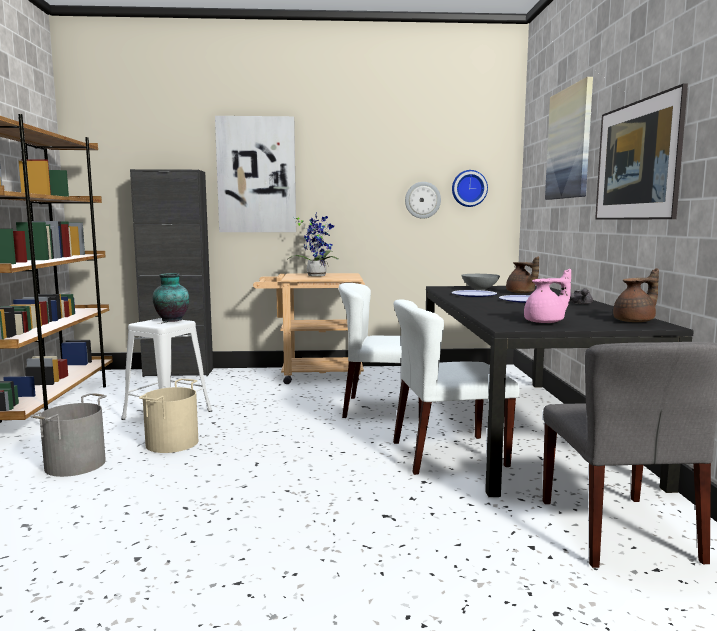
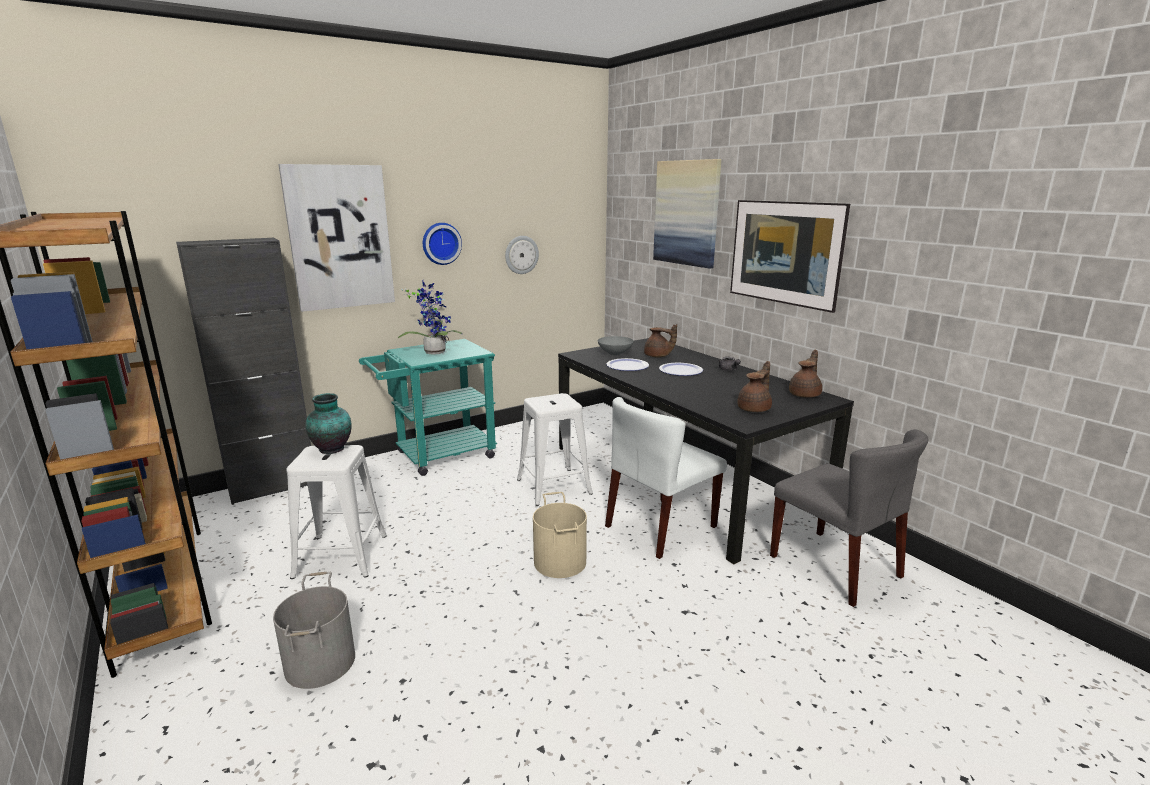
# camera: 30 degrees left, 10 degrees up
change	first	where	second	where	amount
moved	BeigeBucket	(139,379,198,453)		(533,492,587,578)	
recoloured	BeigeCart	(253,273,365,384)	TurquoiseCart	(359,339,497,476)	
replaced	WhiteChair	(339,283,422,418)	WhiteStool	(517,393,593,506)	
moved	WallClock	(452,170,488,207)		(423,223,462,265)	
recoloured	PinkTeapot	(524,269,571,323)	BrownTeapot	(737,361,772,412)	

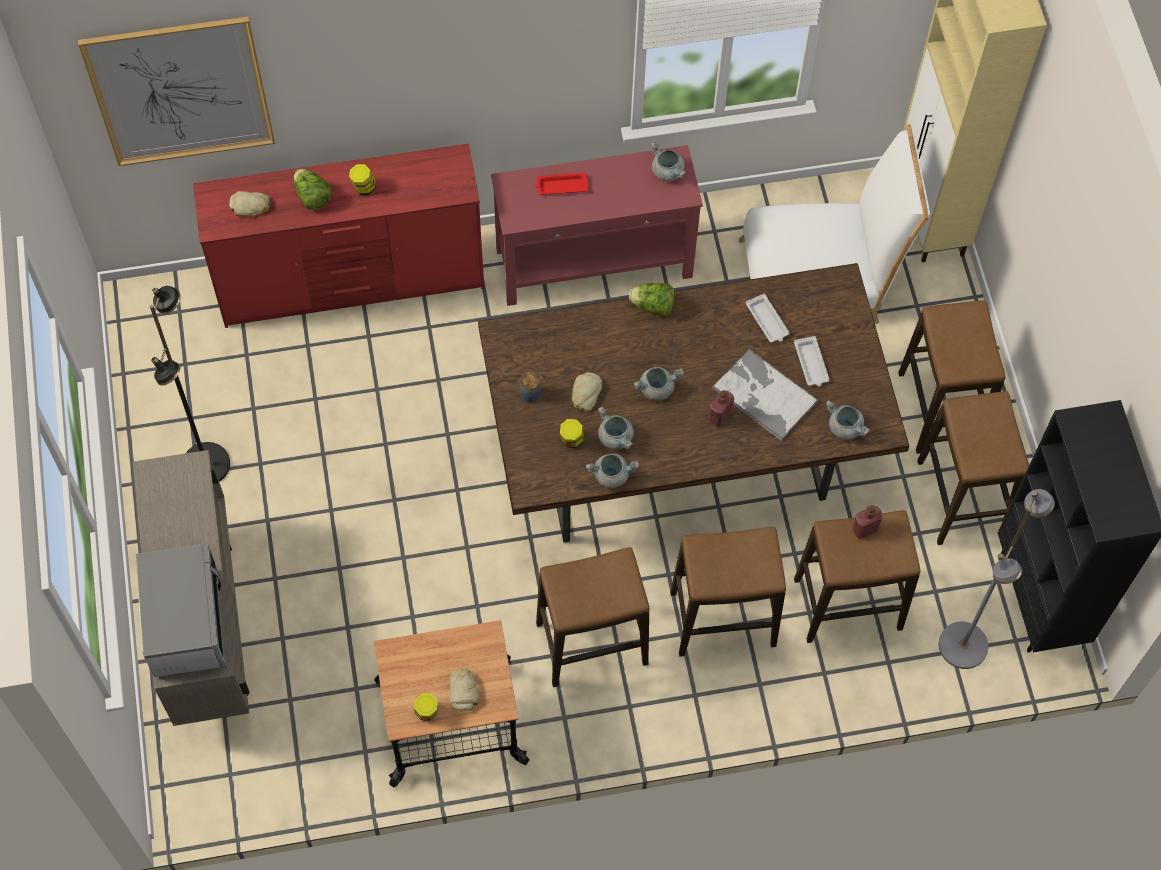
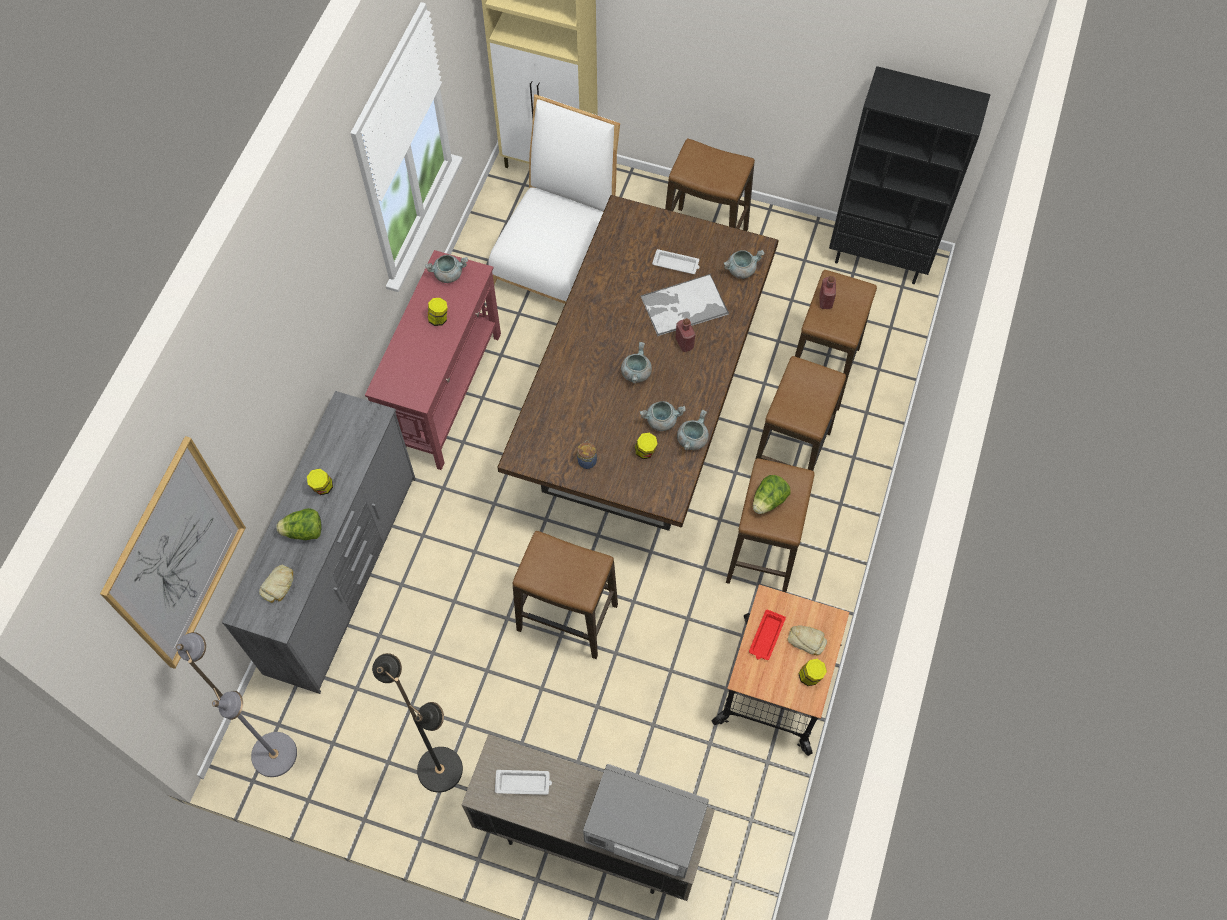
# camera: 60 degrees left, 0 degrees up
change	first	where	second	where	amount
recoloured	RedDresser	(193,143,484,328)	GreyDresser	(222,391,416,694)	
moved	RedTray	(535,173,589,195)		(749,609,786,660)	
removed	Bread	(572,372,602,412)			
moved	Lettuce	(629,283,675,316)		(753,475,791,514)	
moved	WhiteTray	(746,294,790,342)		(495,770,552,795)	
moved	Stool	(917,391,1029,545)		(512,531,618,659)	
moved	GreyFloorLamp	(939,489,1055,669)		(176,632,297,777)	
added			Jar	(428,298,448,326)	

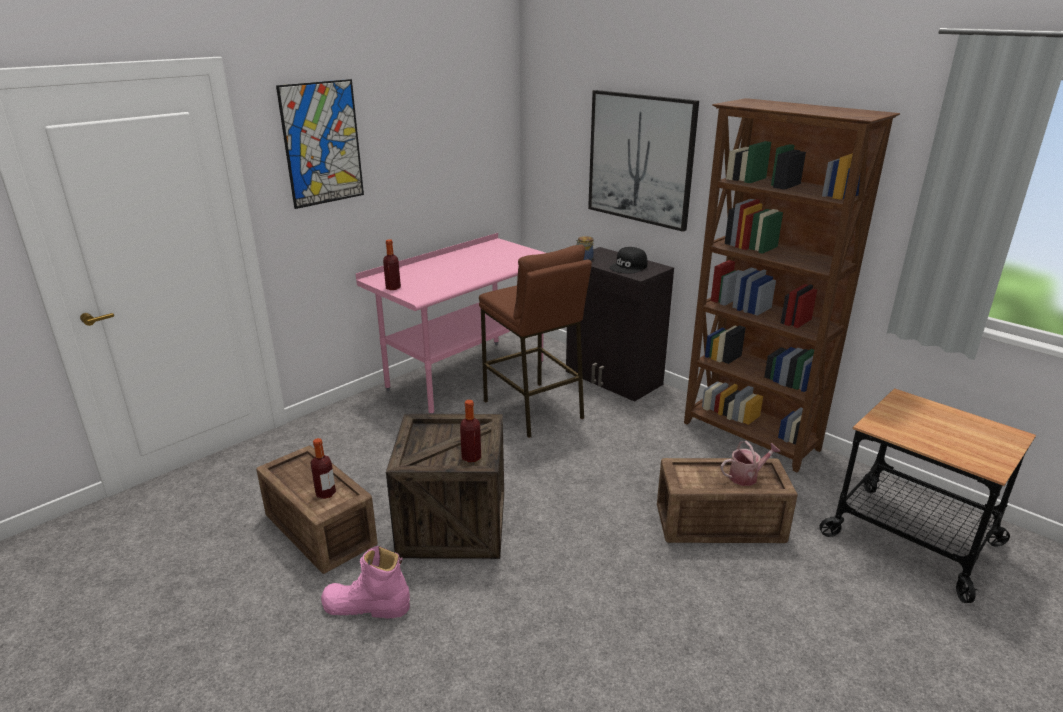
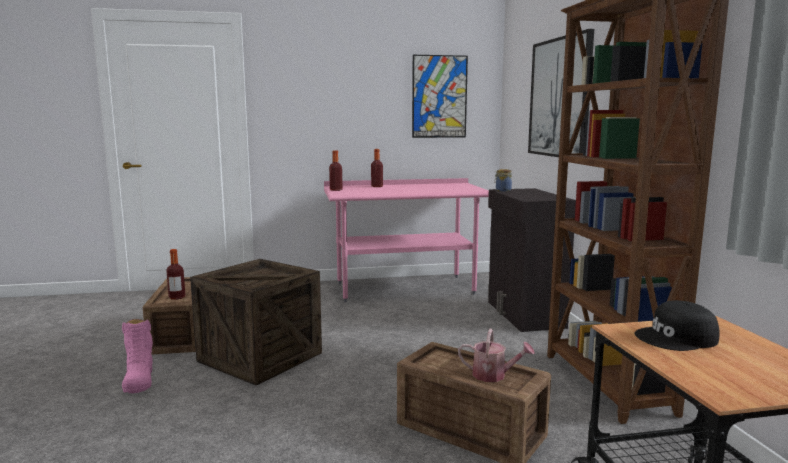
# camera: 35 degrees right, 15 degrees down
change	first	where	second	where	amount
moved	Picture	(276,79,364,209)		(412,55,468,138)	
turned	PinkBoot	(321,546,410,619)		(122,319,153,393)	150 degrees counterclockwise
moved	Bottle	(460,400,481,462)		(371,149,383,187)	
removed	BrownStool	(479,245,592,438)			
moved	BlackCap	(609,247,648,274)		(634,300,720,351)	

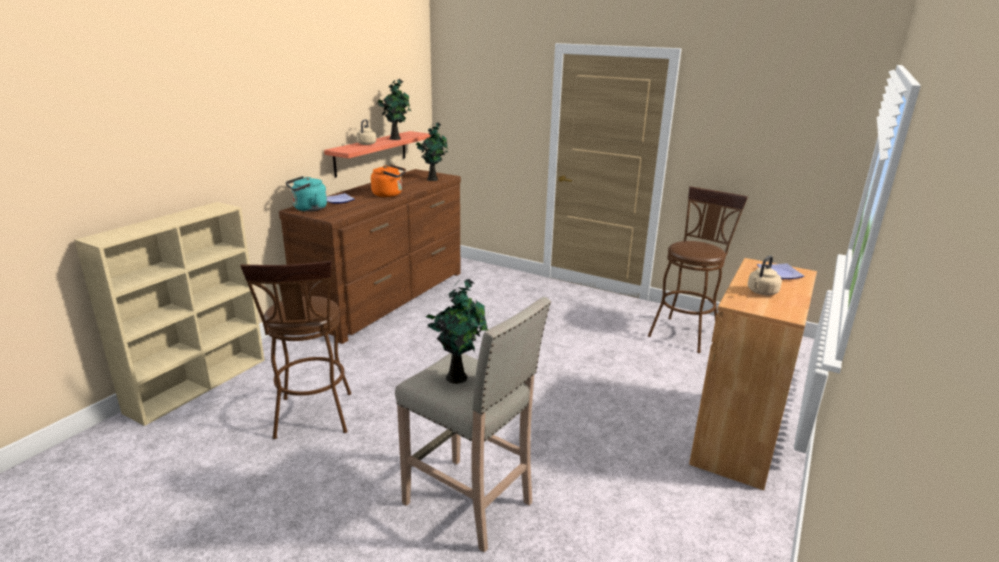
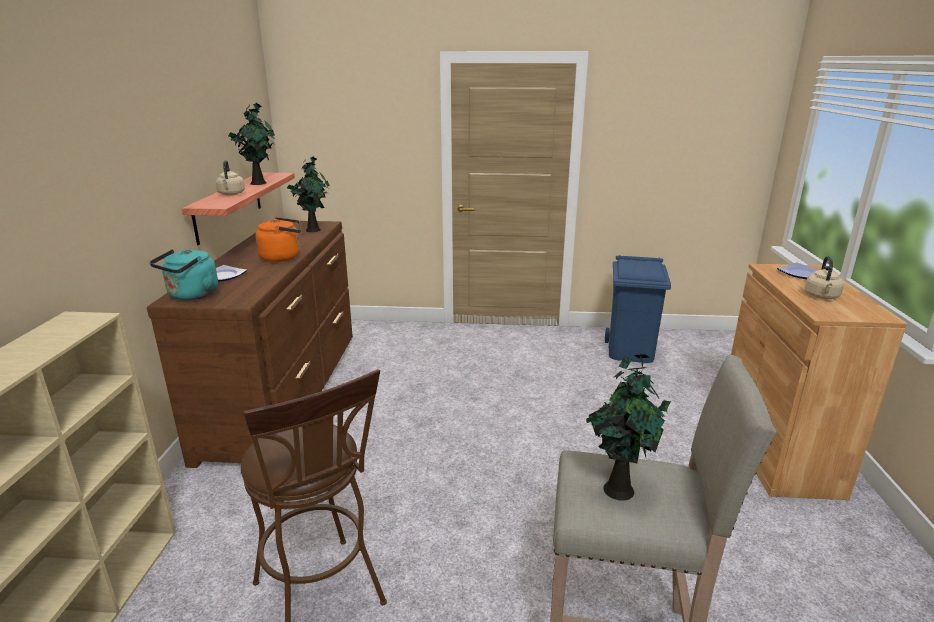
# camera: 25 degrees left, 0 degrees up
change	first	where	second	where	amount
replaced	BrownStool	(648,186,748,353)	BlueTrashCan	(605,255,671,363)	

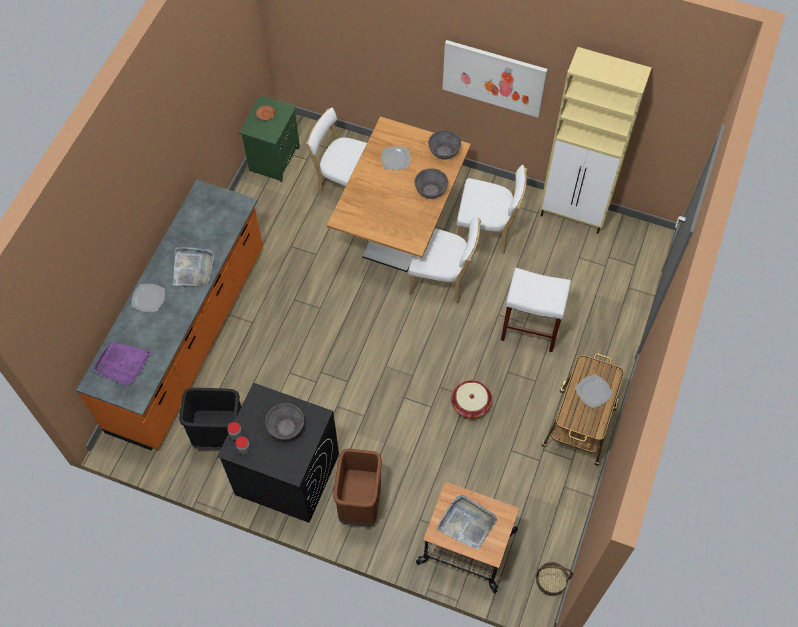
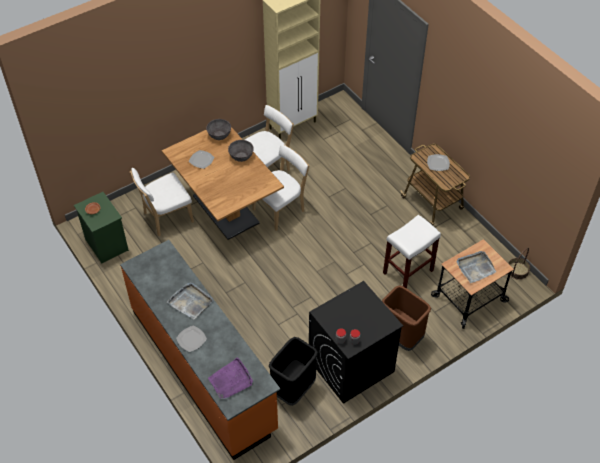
# camera: 55 degrees left, 10 degrees down
change	first	where	second	where	amount
removed	GreyBowl	(265,403,304,440)			
removed	Picture	(443,40,548,117)			
removed	Basket	(451,380,492,419)			
moved	WhiteStool	(501,268,571,352)		(383,215,441,288)	

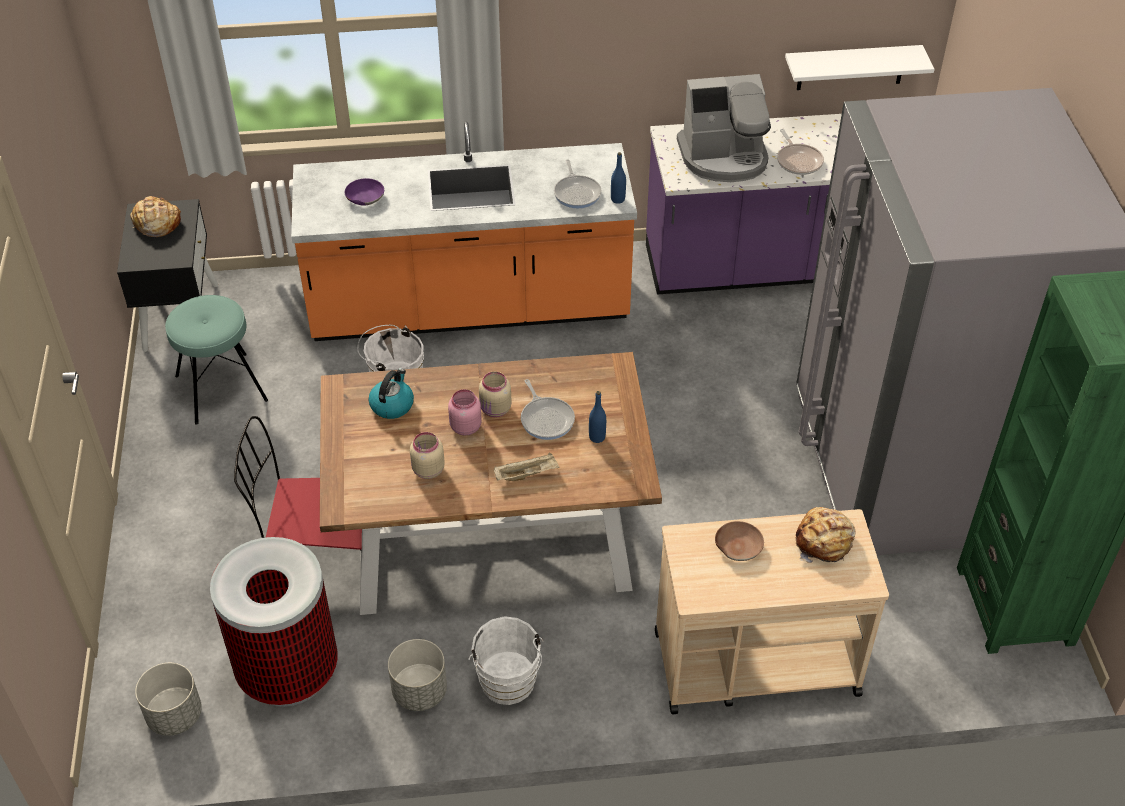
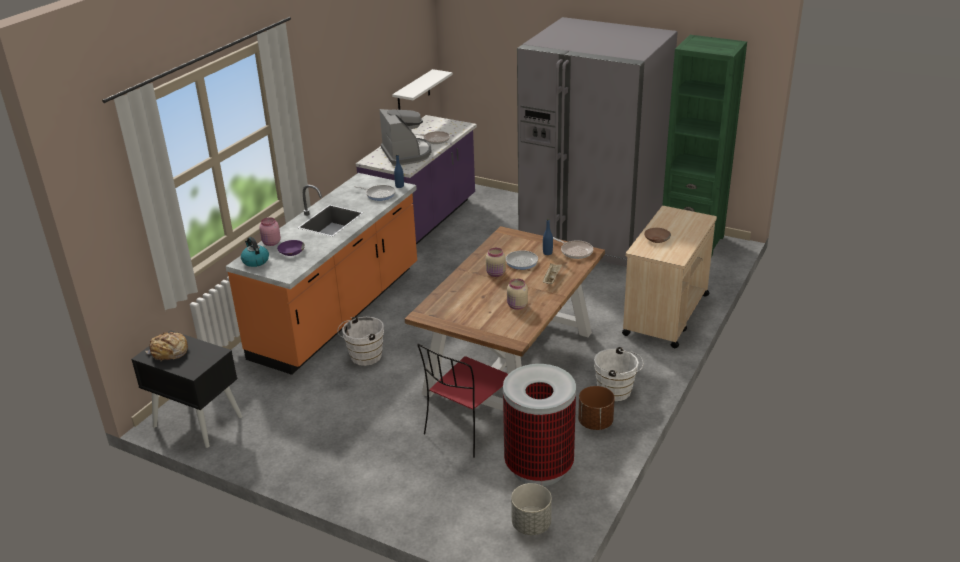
# camera: 55 degrees left, 15 degrees down
change	first	where	second	where	amount
removed	TurquoiseStool	(165,295,268,425)			
moved	Kettle	(369,369,414,419)		(241,237,269,267)	
recoloured	GreyPlanter	(388,639,447,711)	BrownPlanter	(578,386,615,430)	
moved	PinkJar	(448,389,482,435)		(259,217,281,246)	
turned	CoffeeMachine	(677,74,771,182)		(379,109,431,166)	45 degrees counterclockwise
removed	Bread	(796,507,855,563)			
added			FryingPan	(553,237,593,259)	

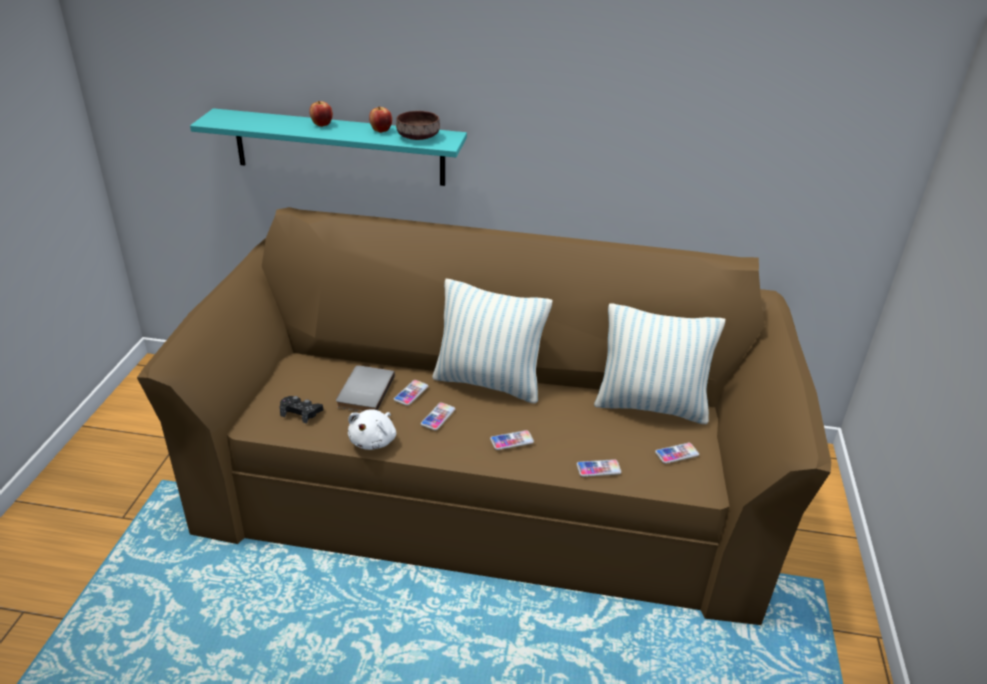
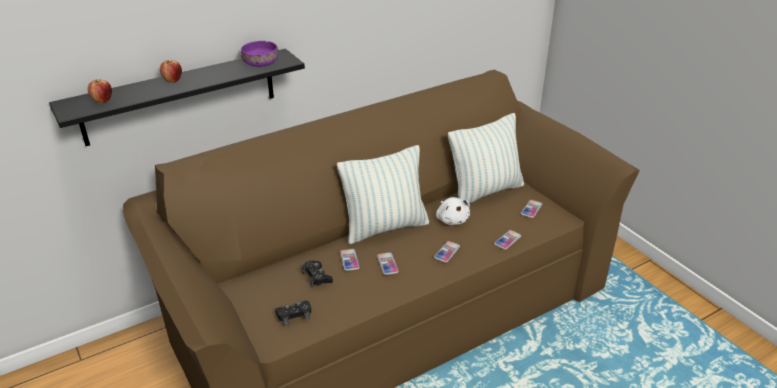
# camera: 40 degrees left, 0 degrees up
change	first	where	second	where	amount
recoloured	TurquoiseShelf	(190,108,467,186)	BlackShelf	(49,49,305,146)	
replaced	GreyBook	(336,365,395,412)	BlackGameController	(302,261,333,287)	
moved	WhitePlushToy	(348,409,396,450)		(436,197,470,225)	
moved	Apple	(369,107,392,133)		(88,79,112,103)	
recoloured	BrownBowl	(396,111,440,140)	PurpleBowl	(241,41,278,67)	

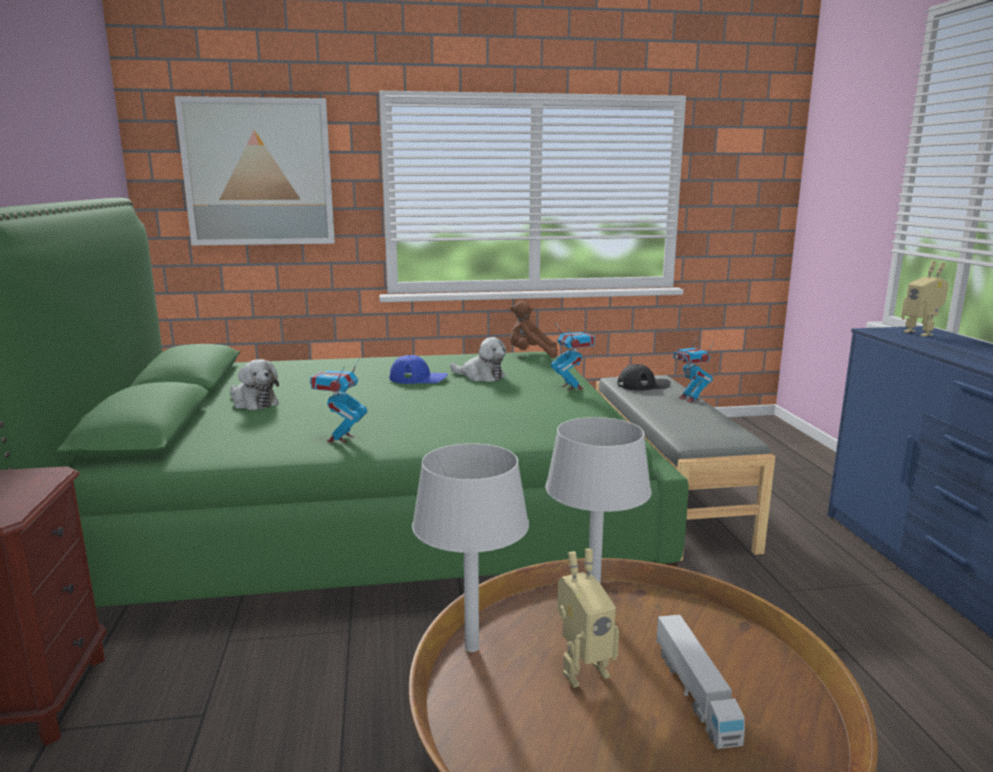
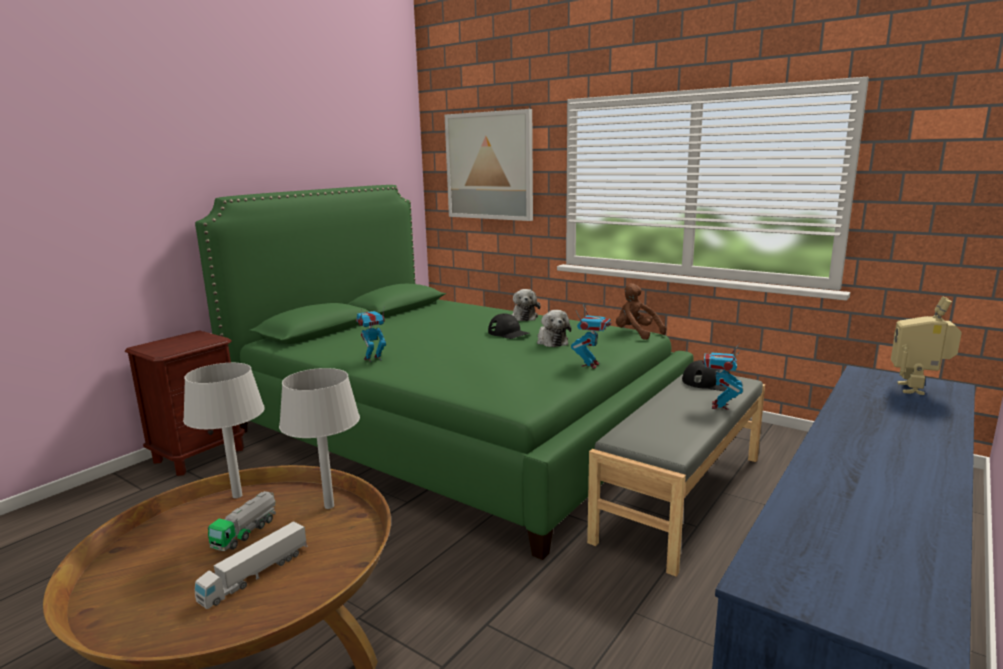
# camera: 45 degrees right, 0 degrees up
change	first	where	second	where	amount
moved	PlushToy	(230,359,279,410)		(511,289,541,321)	
recoloured	BlueCap	(389,355,448,384)	BlackCap	(488,313,530,339)	
replaced	ToyRobot	(558,549,619,688)	ToyTruck	(208,491,276,551)	

